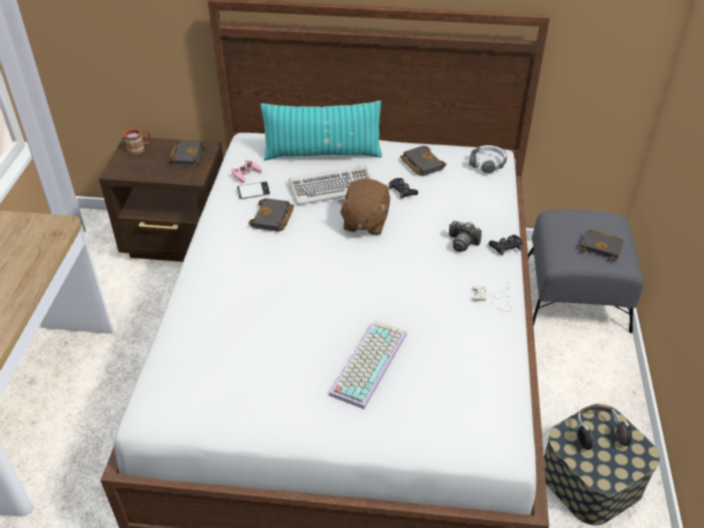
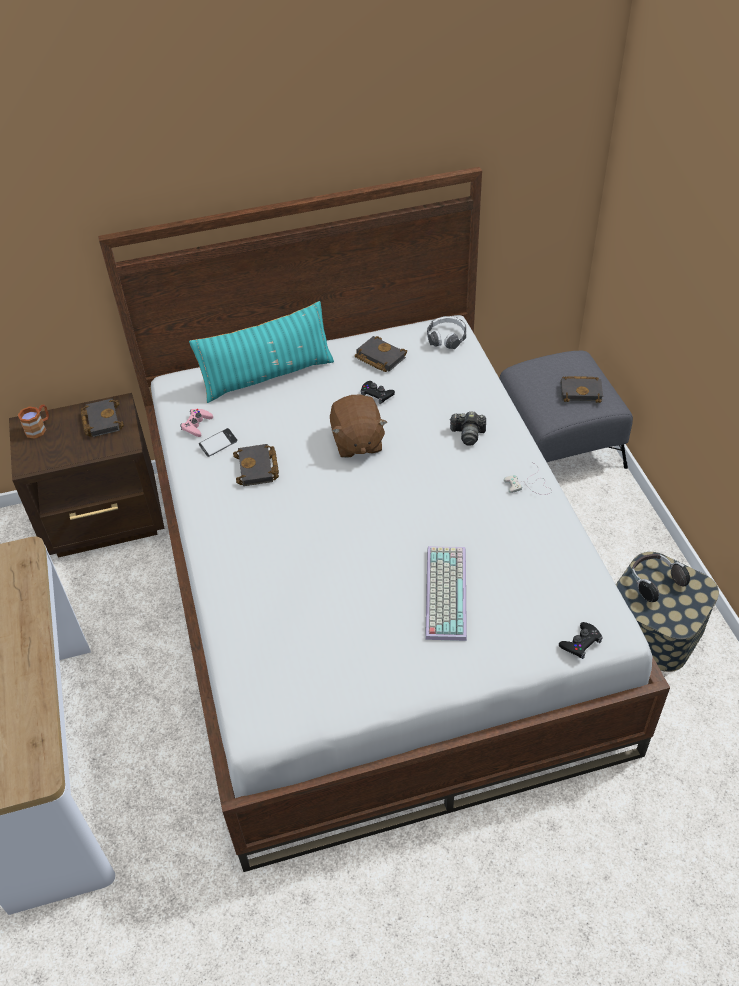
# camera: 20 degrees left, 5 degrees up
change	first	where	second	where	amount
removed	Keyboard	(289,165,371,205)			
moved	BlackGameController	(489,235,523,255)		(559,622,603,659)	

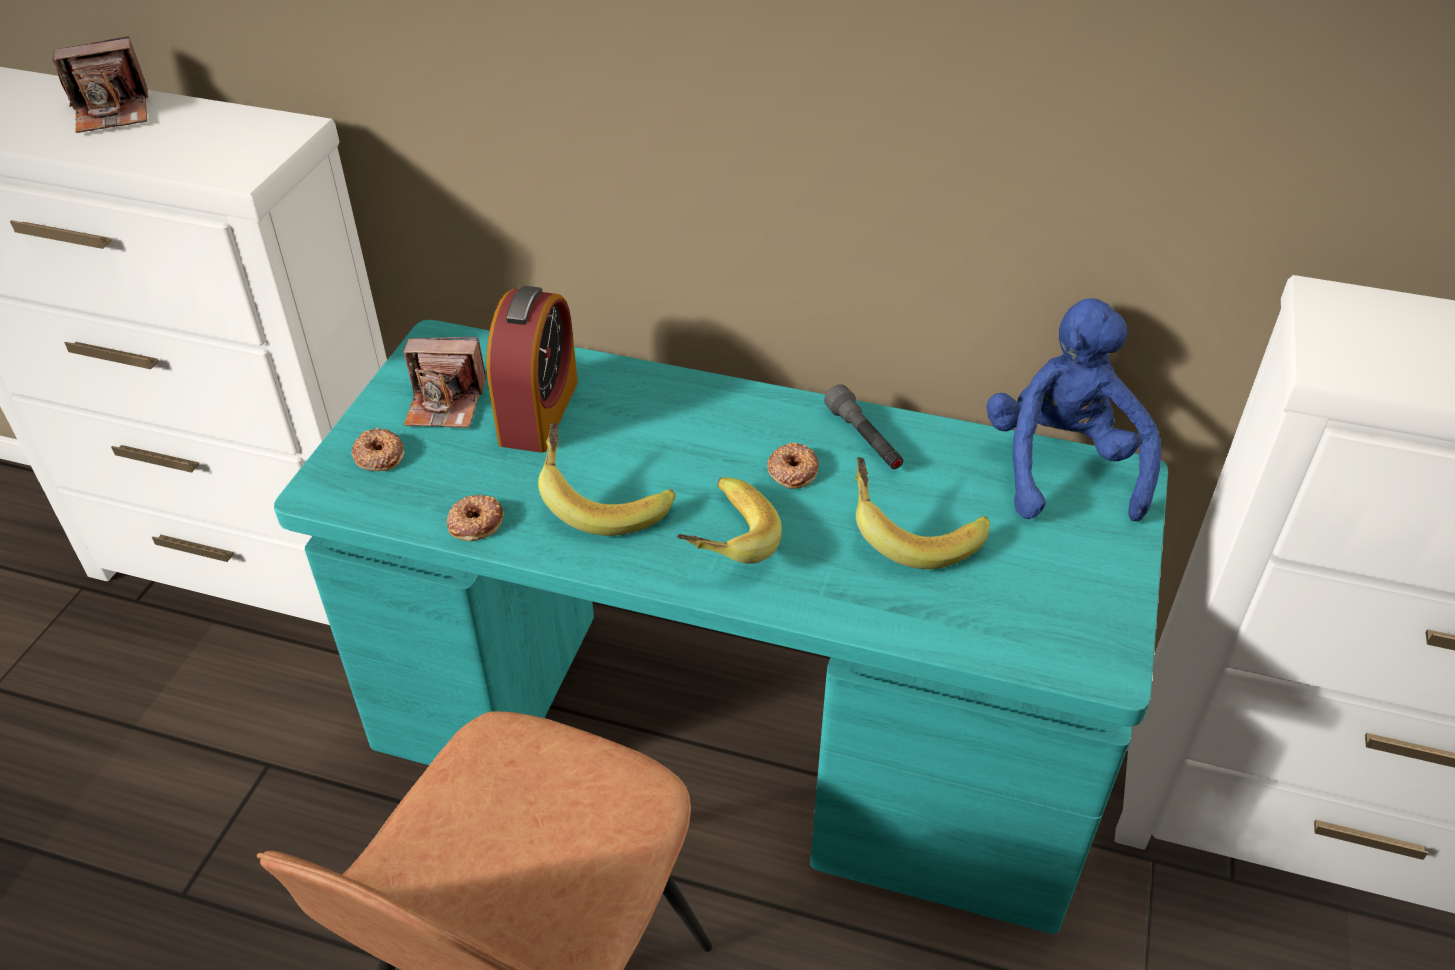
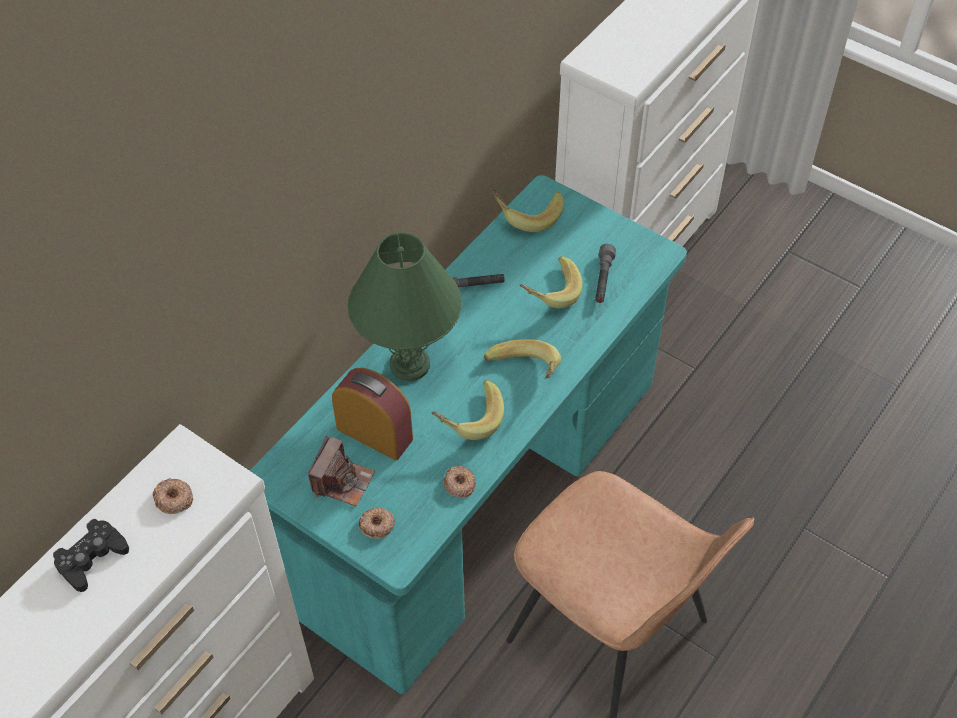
# camera: 70 degrees left, 10 degrees up
change	first	where	second	where	amount
replaced	PhotoCamera	(52,36,148,133)	BlackGameController	(53,519,129,592)	
moved	Donut	(767,442,819,489)		(152,478,193,514)	
replaced	BluePlushToy	(987,298,1161,522)	Banana	(492,189,564,232)	
added			GreenTableLamp	(348,232,462,381)	
added			GreyFlashlight	(595,244,616,303)	

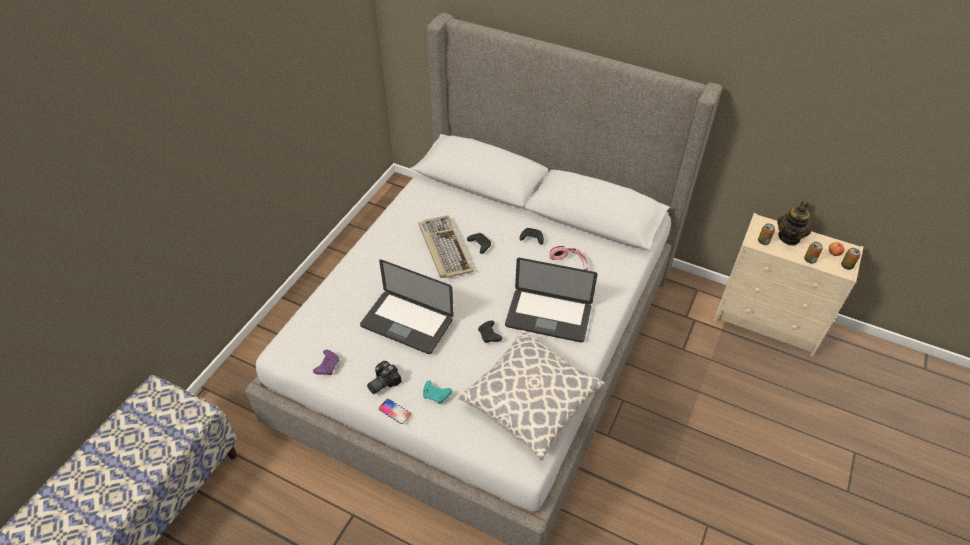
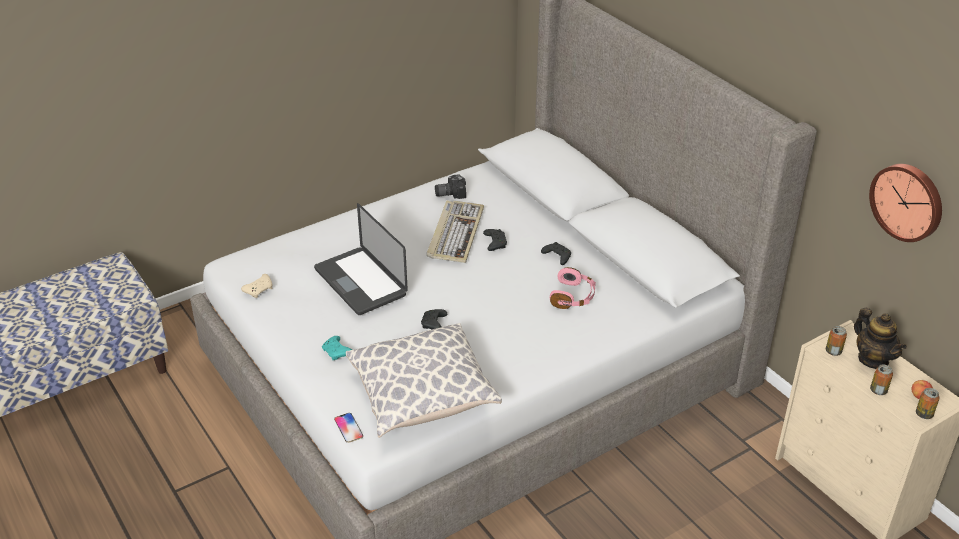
# camera: 30 degrees right, 10 degrees down
change	first	where	second	where	amount
recoloured	PurpleGameController	(313,350,339,375)	BeigeGameController	(241,274,272,298)	
moved	PhotoCamera	(367,361,402,394)		(435,174,466,199)	
moved	Phone	(379,399,411,424)		(334,413,363,443)	
removed	Laptop	(505,258,598,343)			
turned	Teapot	(777,201,811,246)		(854,308,907,369)	90 degrees counterclockwise
added			WallClock	(869,164,942,242)	

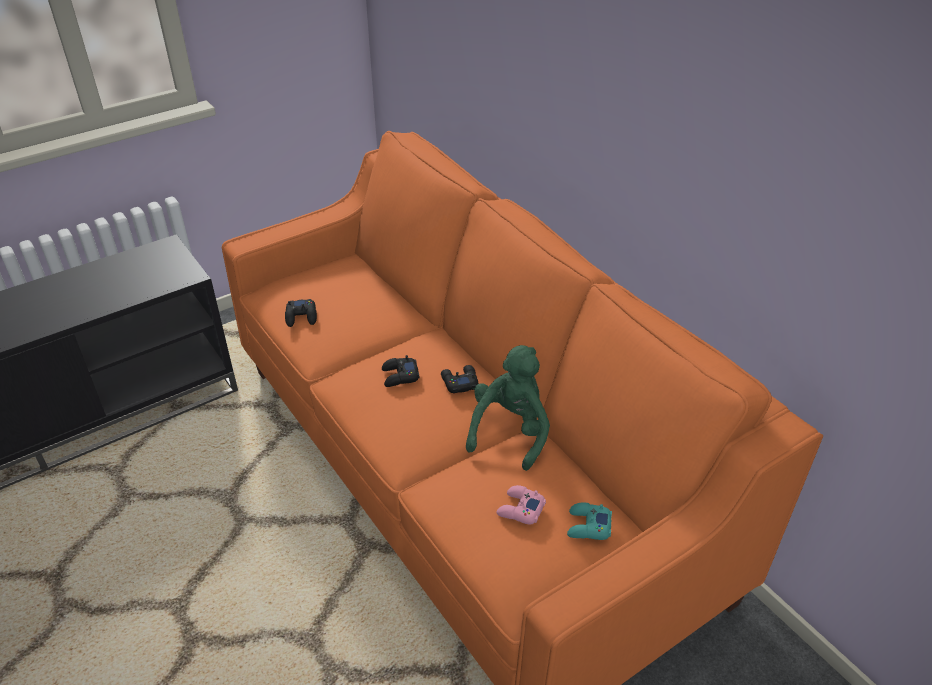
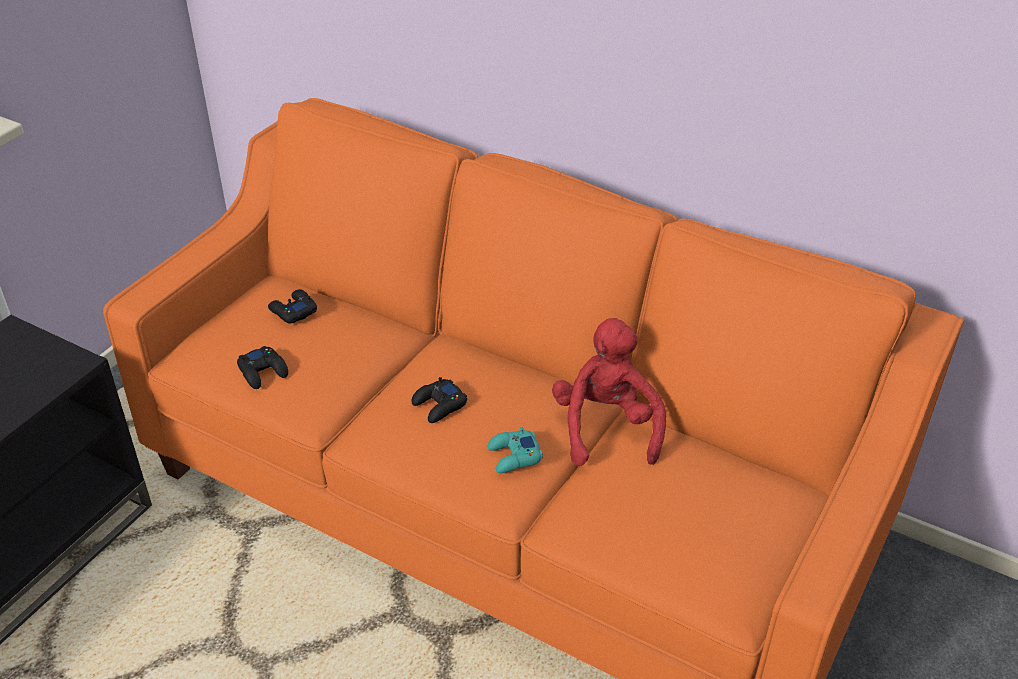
# camera: 25 degrees left, 0 degrees up
change	first	where	second	where	amount
moved	BlackGameController	(441,365,478,394)		(268,289,317,324)	
recoloured	GreenPlushToy	(466,345,550,471)	RedPlushToy	(552,318,666,466)	
removed	PinkGameController	(497,485,546,525)			
moved	TurquoiseGameController	(567,503,612,540)		(488,428,543,473)	

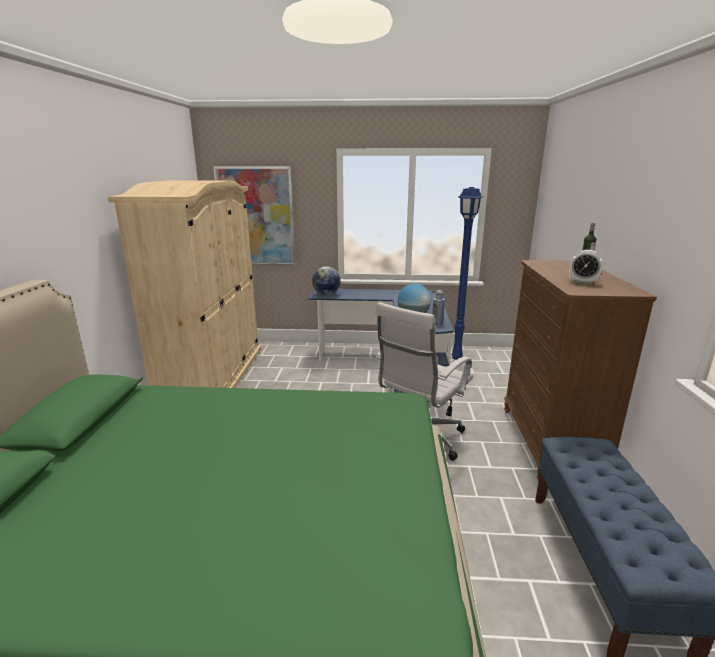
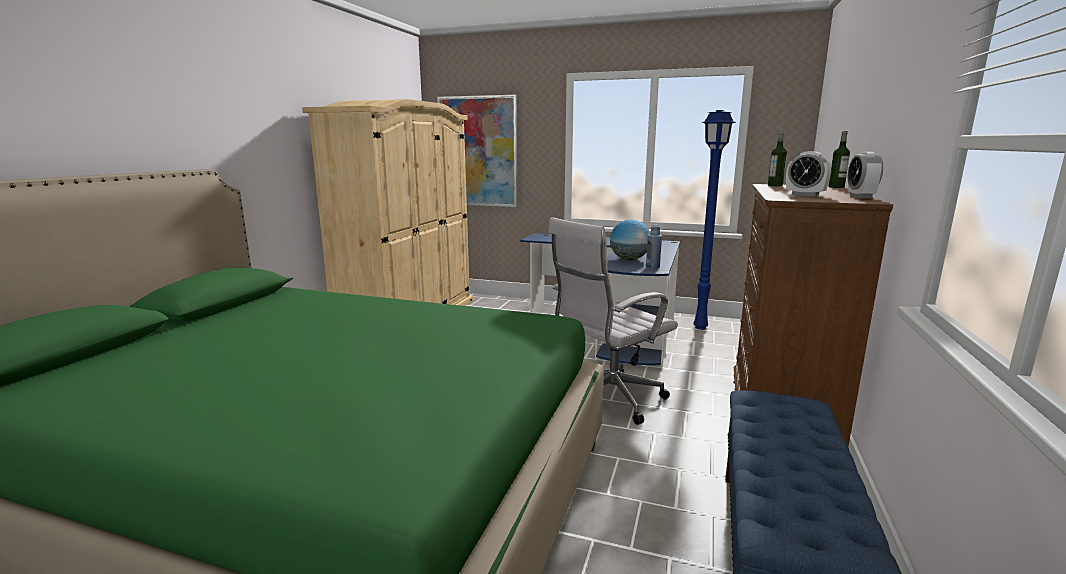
# camera: 15 degrees right, 5 degrees down
change	first	where	second	where	amount
removed	Globe	(312,266,341,295)			
added			Bottle	(768,131,787,186)	
added			AlarmClock	(848,152,883,198)	

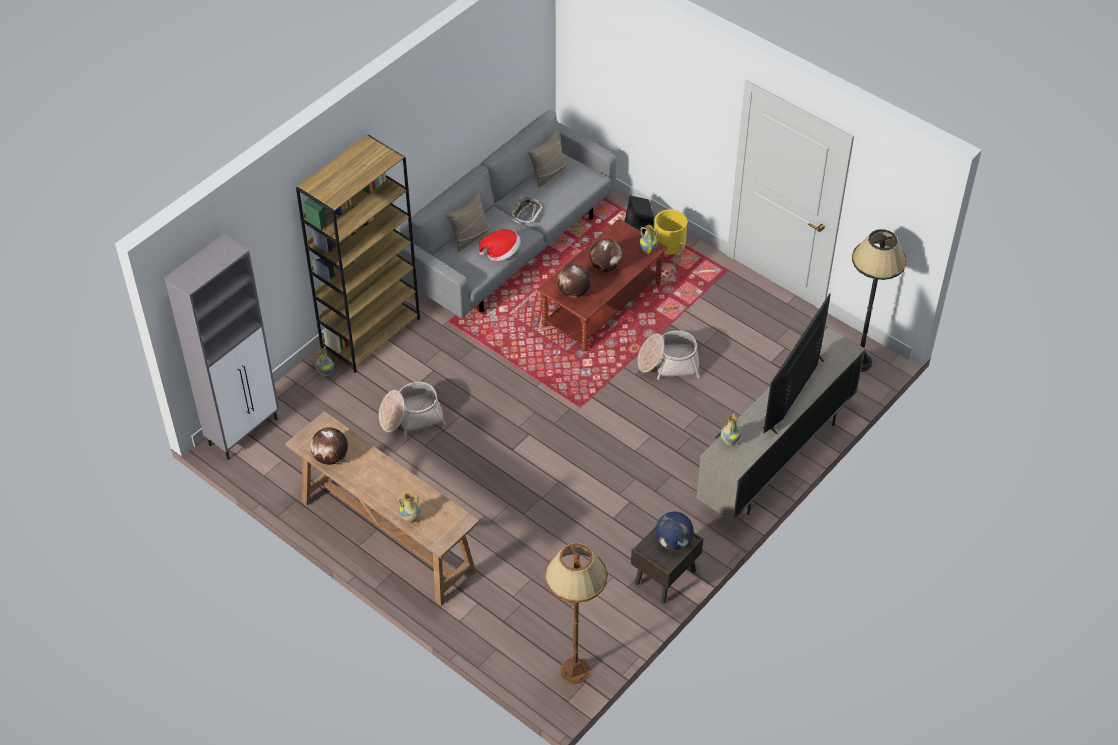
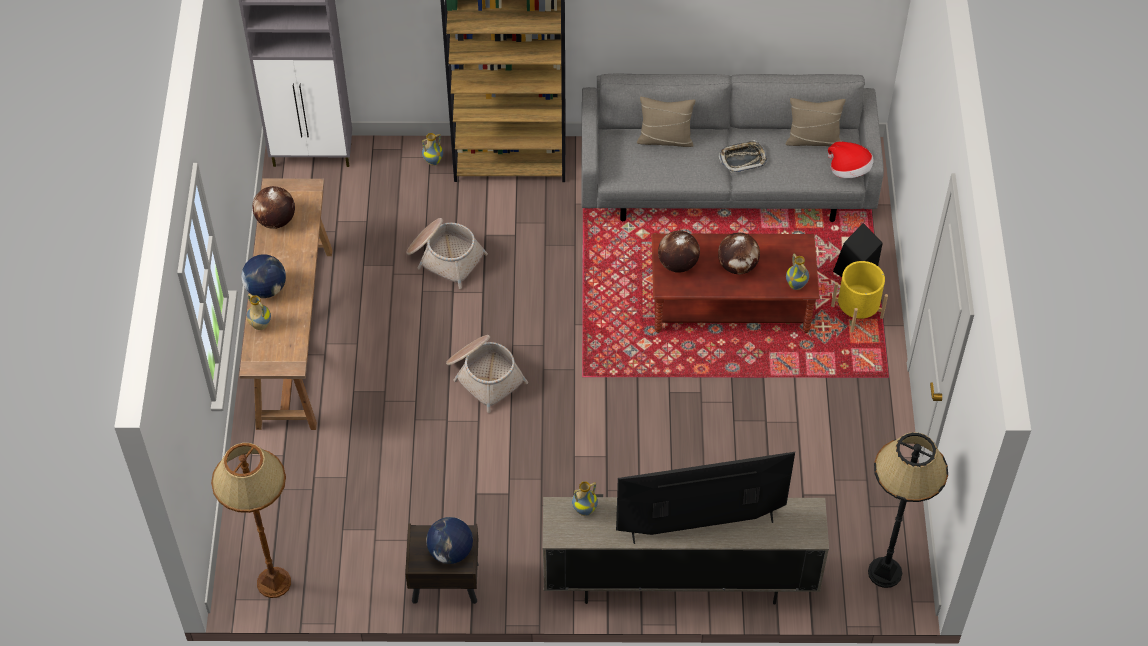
# camera: 50 degrees right, 5 degrees up
change	first	where	second	where	amount
moved	Hat	(479,229,521,261)		(828,141,874,178)	
moved	Basket	(637,330,700,380)		(446,335,528,413)	
added			Globe	(242,254,286,298)	

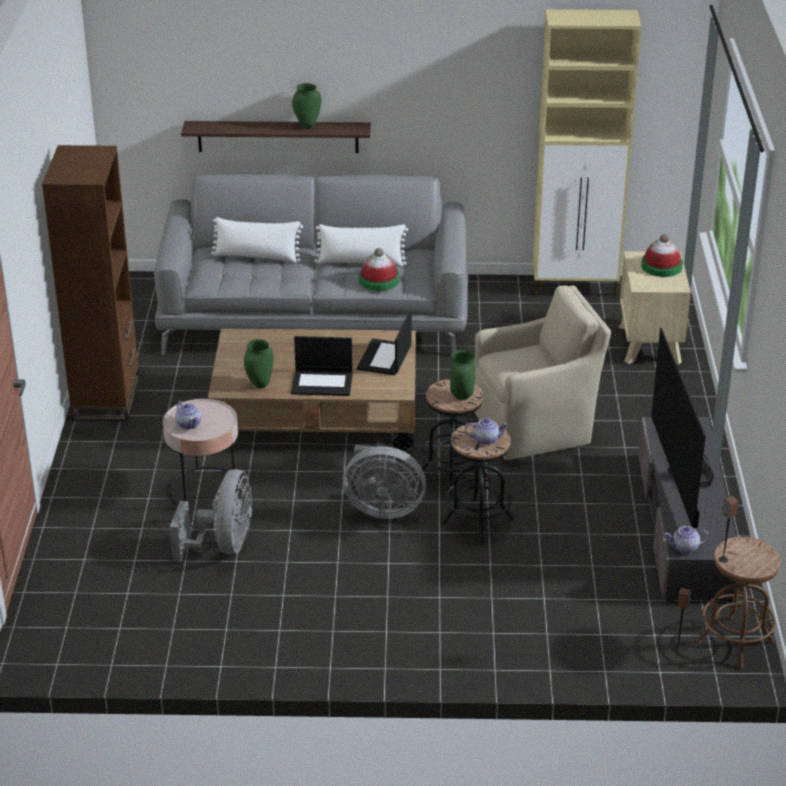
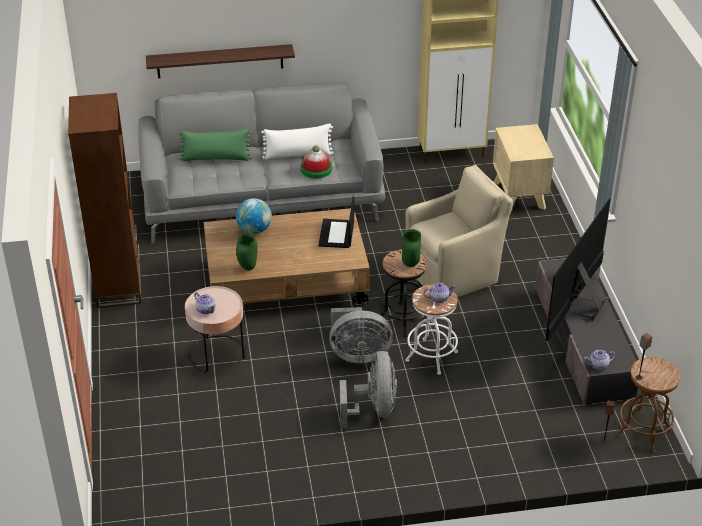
# camera: 10 degrees left, 5 degrees up
change	first	where	second	where	amount
moved	GreyFan	(170,469,252,562)		(340,351,397,428)	
recoloured	WhitePillow	(211,217,303,263)	GreenPillow	(179,129,251,161)	
removed	Laptop	(291,336,353,396)			
removed	GreenVase	(292,83,321,129)			
recoloured	BlackStool	(442,423,514,543)	WhiteStool	(405,284,458,375)	
removed	Hat	(641,234,683,277)			
turned	Television	(651,328,714,528)		(545,198,611,341)	45 degrees clockwise
added			Globe	(236,198,272,234)	

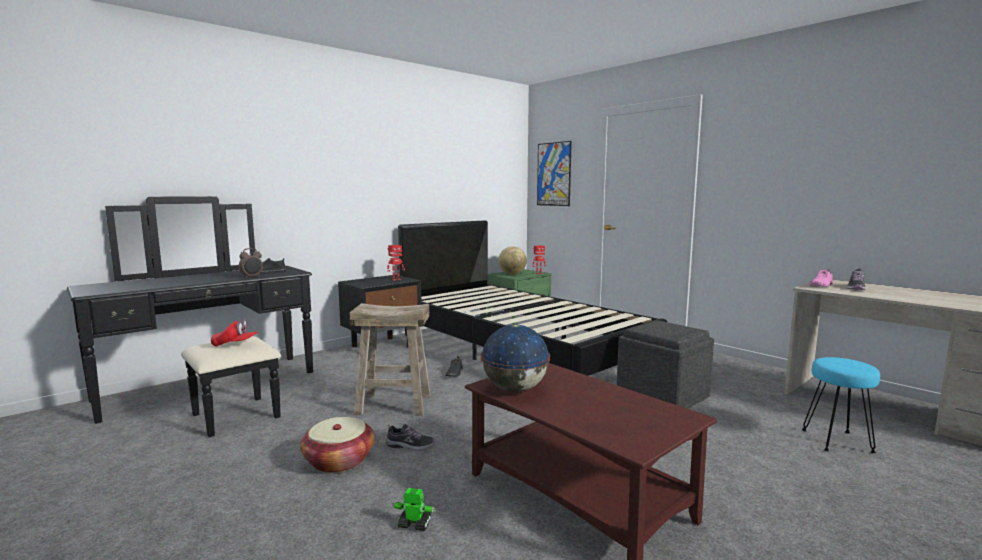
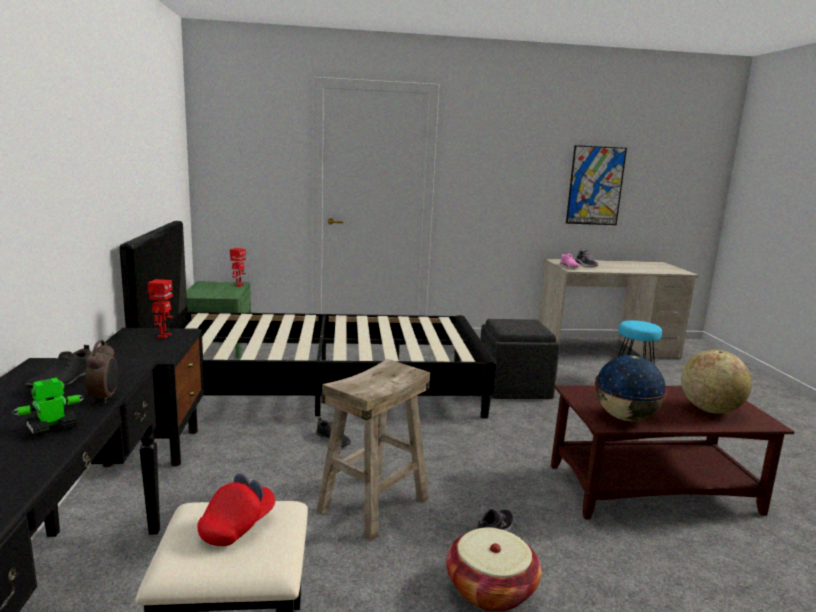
# camera: 55 degrees left, 5 degrees up
change	first	where	second	where	amount
moved	ToyRobot	(393,488,436,531)		(12,378,84,436)	
moved	Globe	(498,246,527,275)		(681,350,752,414)	
moved	Picture	(537,141,572,206)		(566,145,627,225)	

